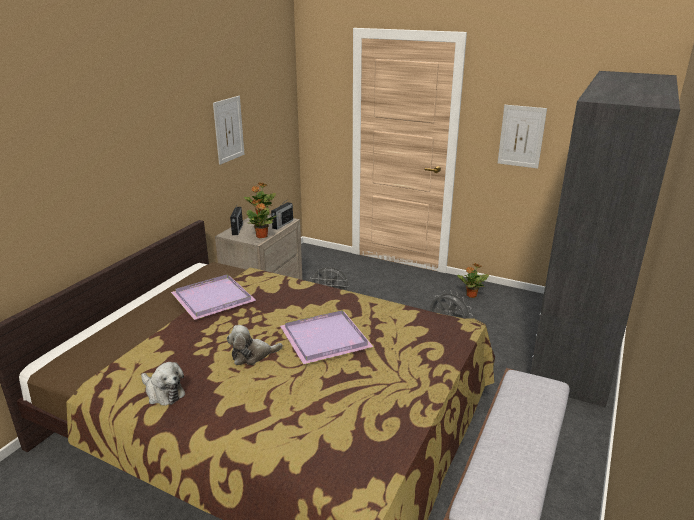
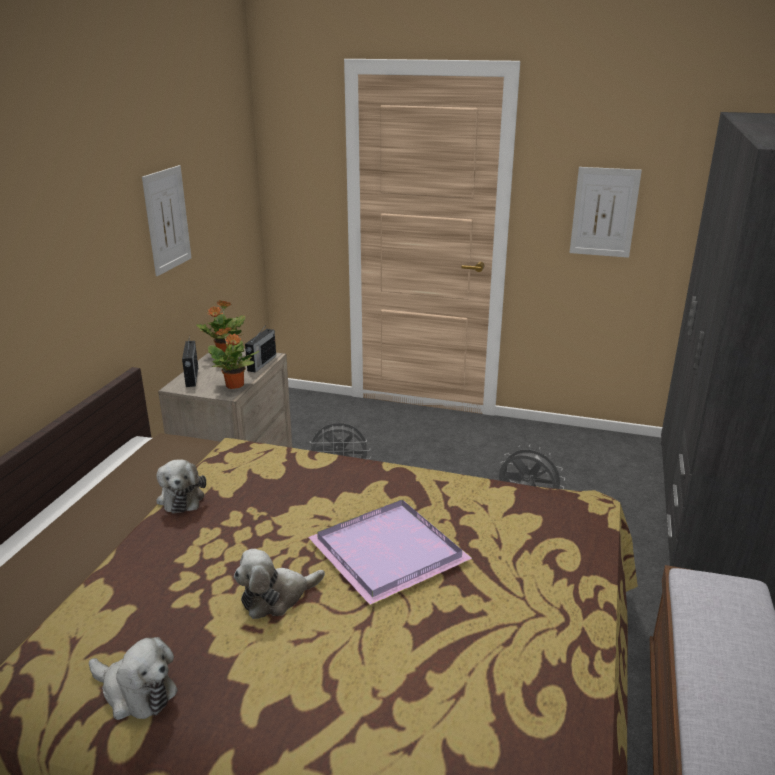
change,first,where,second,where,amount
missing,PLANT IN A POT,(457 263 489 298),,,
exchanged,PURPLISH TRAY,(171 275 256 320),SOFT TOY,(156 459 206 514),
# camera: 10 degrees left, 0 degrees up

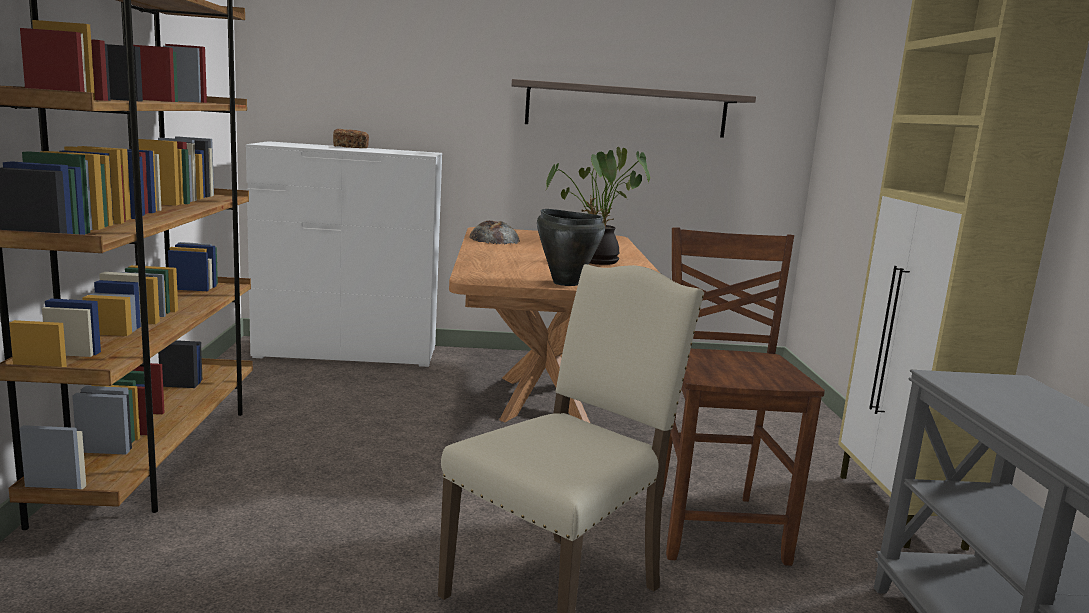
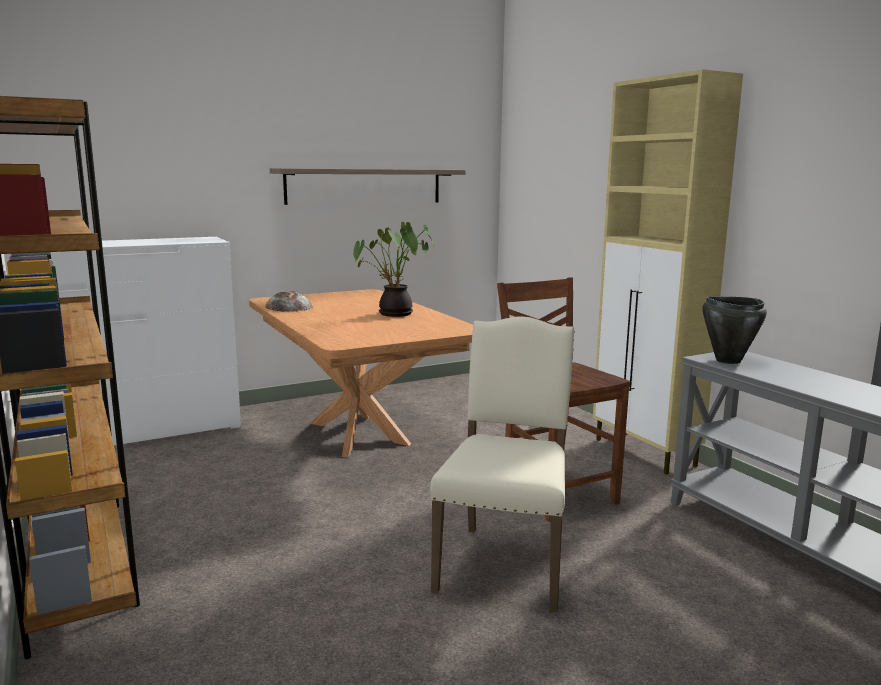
change,first,where,second,where,amount
missing,BAKERY BREAD,(333 129 369 148),,,
relocated,BLACKISH STOCKPOT,(537 209 605 286),,(702 296 767 364),
# camera: 25 degrees left, 0 degrees up

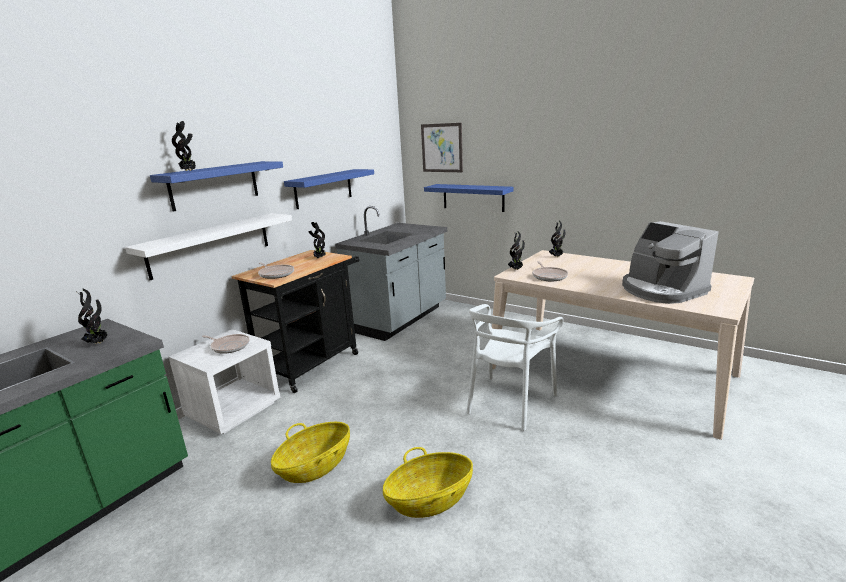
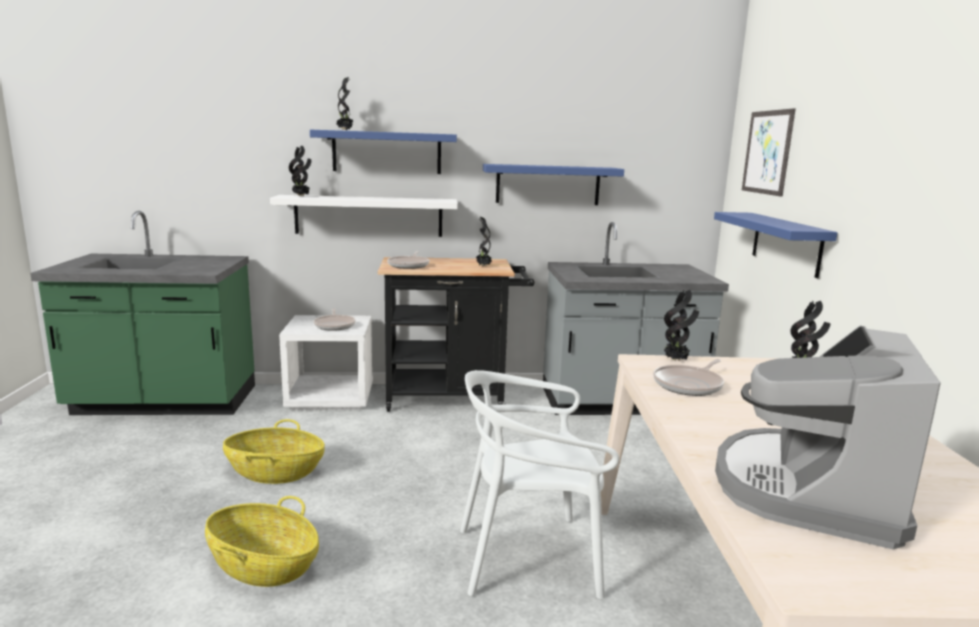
change,first,where,second,where,amount
relocated,PLANT IN A POT,(76 288 107 344),,(289 146 311 196),
# camera: 50 degrees right, 5 degrees down

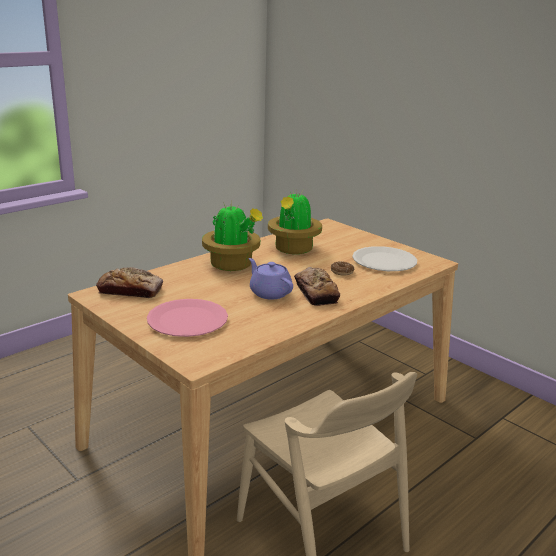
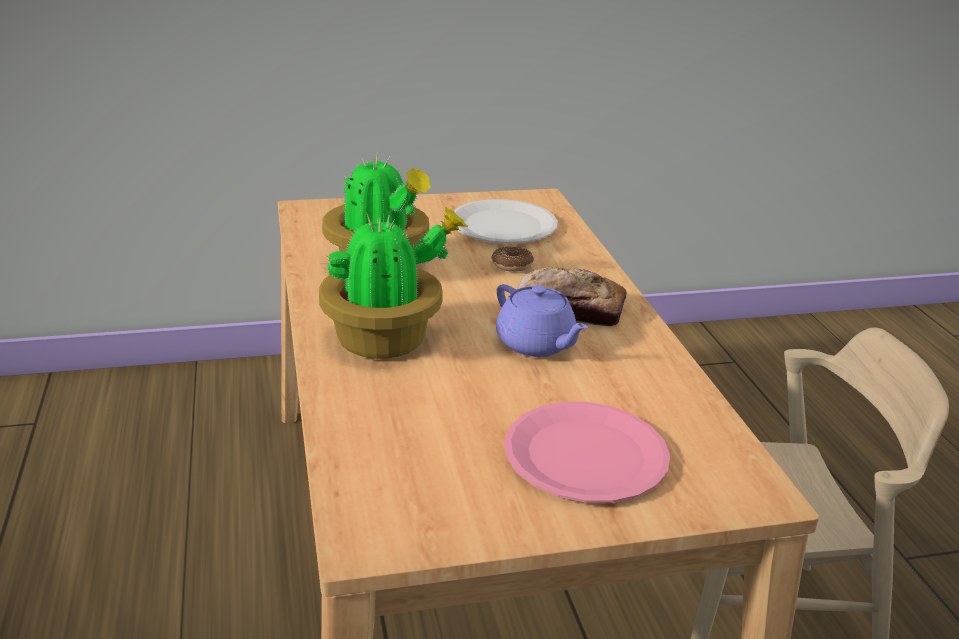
change,first,where,second,where,amount
missing,BAKERY BREAD,(96 267 163 298),,,
spun,PURPLISH TEA POT,(249 258 293 300),,(496 284 588 357),120 degrees counterclockwise
# camera: 60 degrees left, 5 degrees up

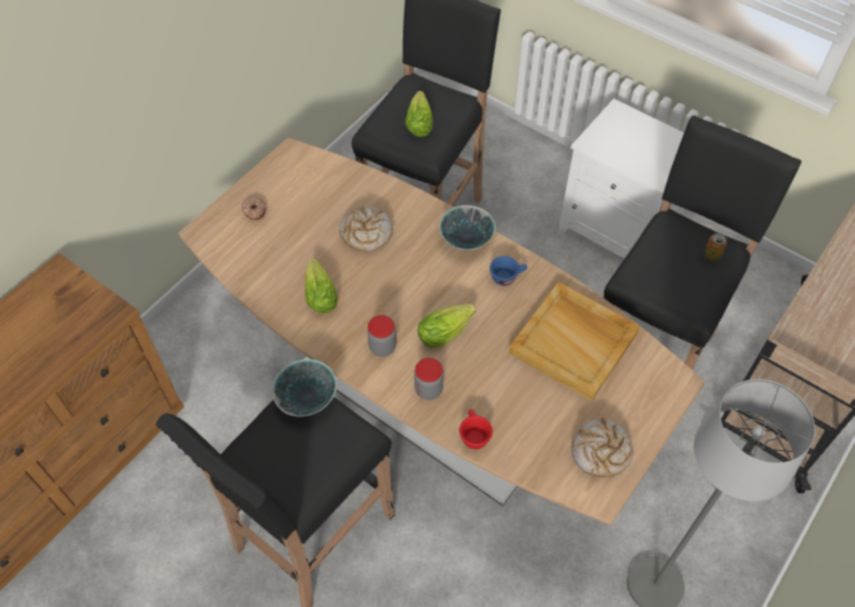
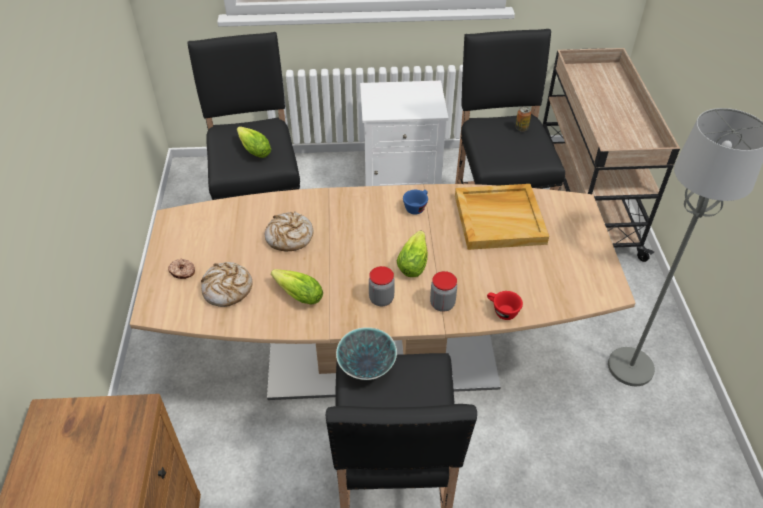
change,first,where,second,where,amount
missing,BOWL,(439 205 496 250),,,
relocated,BAKERY BREAD,(571 418 633 477),,(201 262 253 307),
# camera: 40 degrees left, 10 degrees down

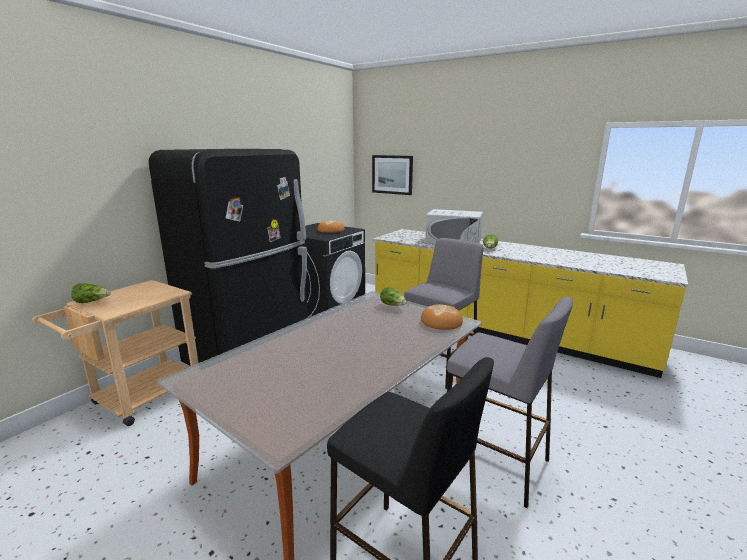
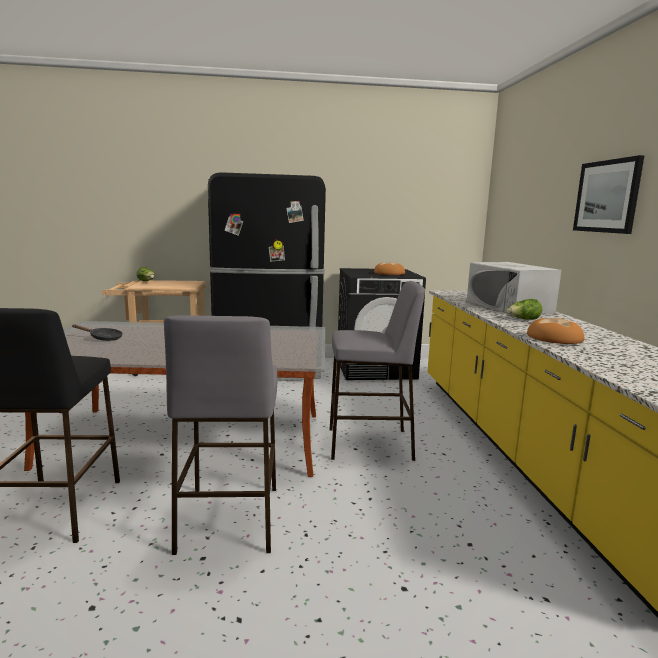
change,first,where,second,where,amount
missing,HEAD OF LETTUCE,(380 287 407 306),,,
appeared,,,BLACKISH SKILLET,(72 325 123 341),
relocated,PICTURE,(372 155 413 195),,(573 155 644 234),
relocated,BAKERY BREAD,(421 304 463 330),,(527 318 584 344),
# camera: 50 degrees right, 5 degrees down

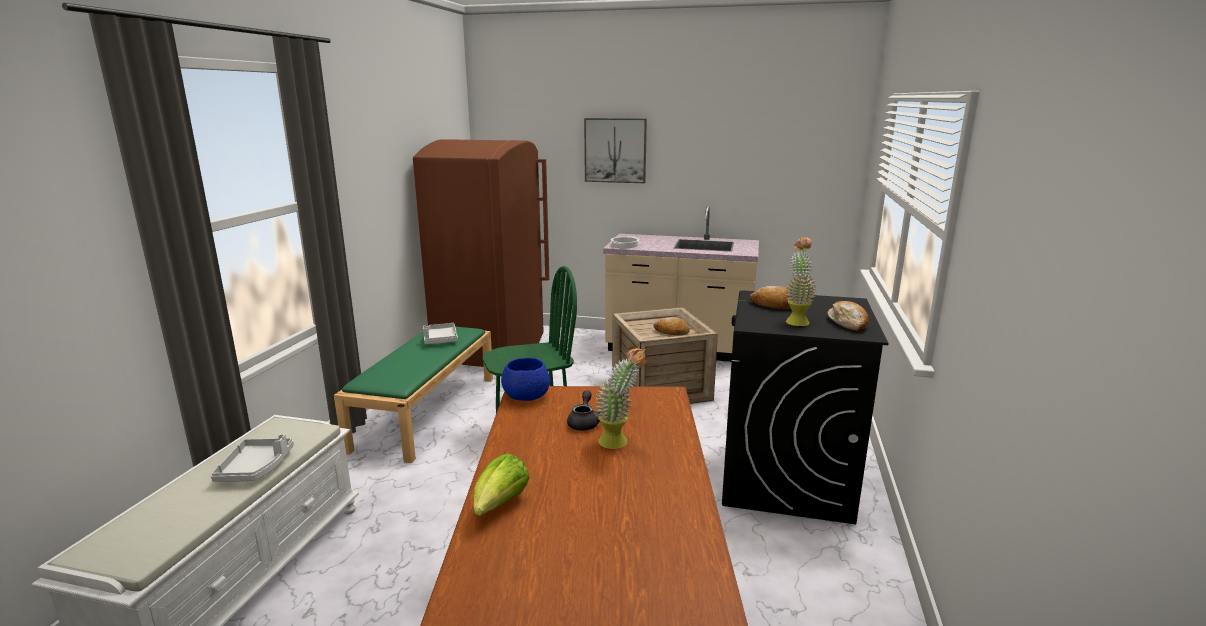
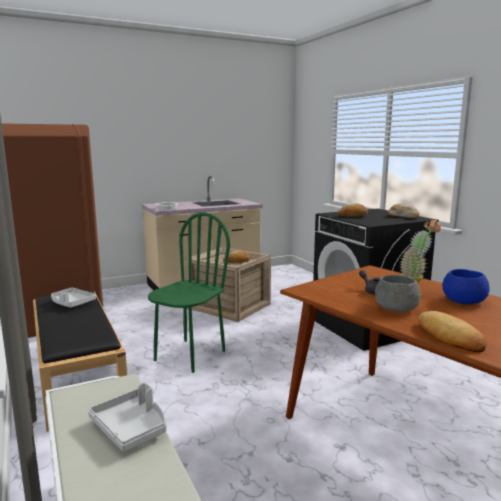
change,first,where,second,where,amount
missing,PICTURE,(584 118 647 183),,,
missing,PLANT IN A POT,(785 237 817 326),,,
appeared,,,GREYISH BOWL,(375 275 421 312),
relocated,BLUISH BOWL,(501 358 550 401),,(442 269 490 304),
exchanged,HEAD OF LETTUCE,(473 453 530 516),BAKERY BREAD,(418 311 487 352),
colour,GREENISH INDOOR BENCH,(334 327 493 463),BLACKISH INDOOR BENCH,(33 290 127 432),
# camera: 40 degrees left, 5 degrees down

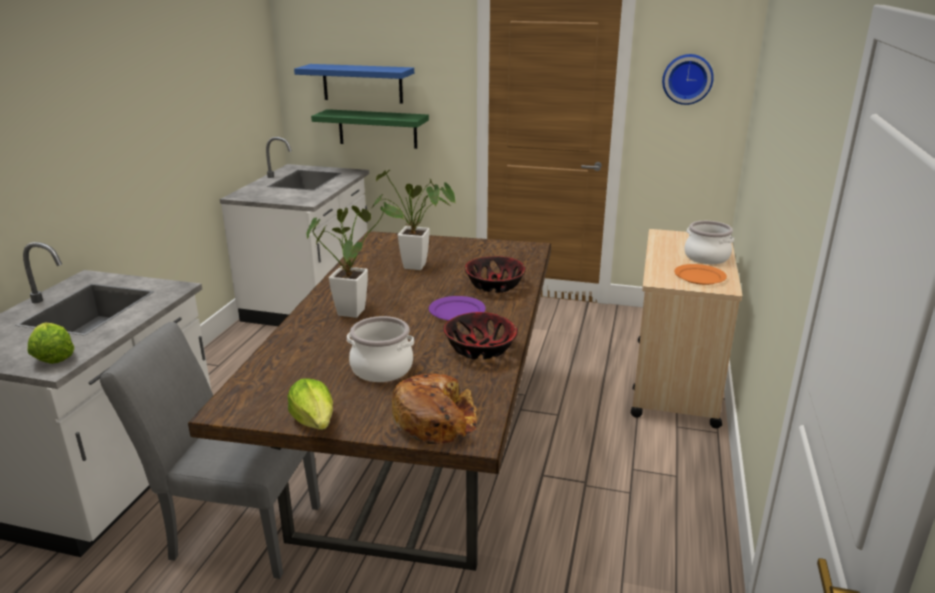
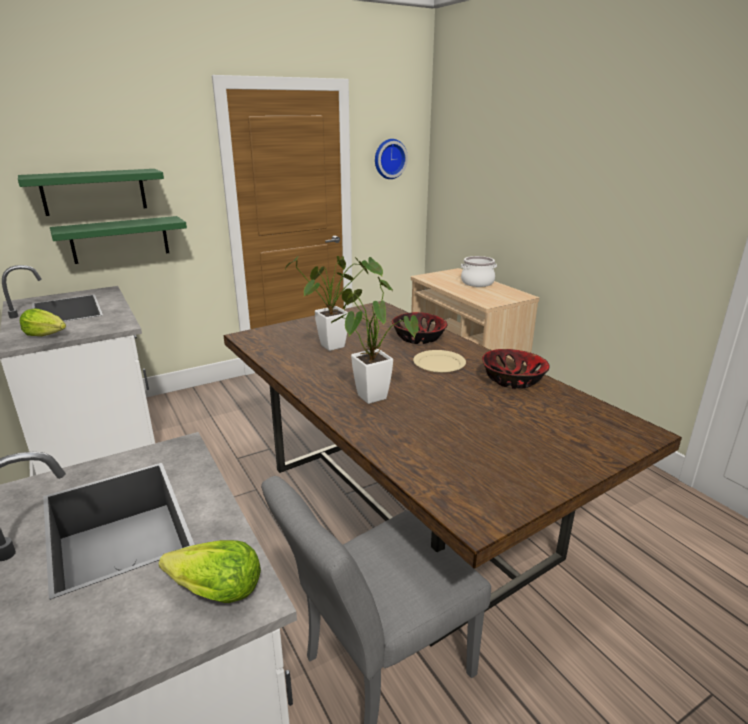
change,first,where,second,where,amount
missing,STOCKPOT,(347 316 414 382),,,
missing,BAKERY BREAD,(392 374 477 444),,,
missing,ORANGEY FLAT DISH,(674 264 727 285),,,
relocated,HEAD OF LETTUCE,(288 378 333 430),,(20 308 66 336),
colour,BLUISH SHELF,(294 64 414 104),GREENISH SHELF,(18 169 164 216),
colour,PURPLISH FLAT DISH,(429 296 486 321),BEIGE FLAT DISH,(413 350 466 373),
# camera: 45 degrees left, 0 degrees up

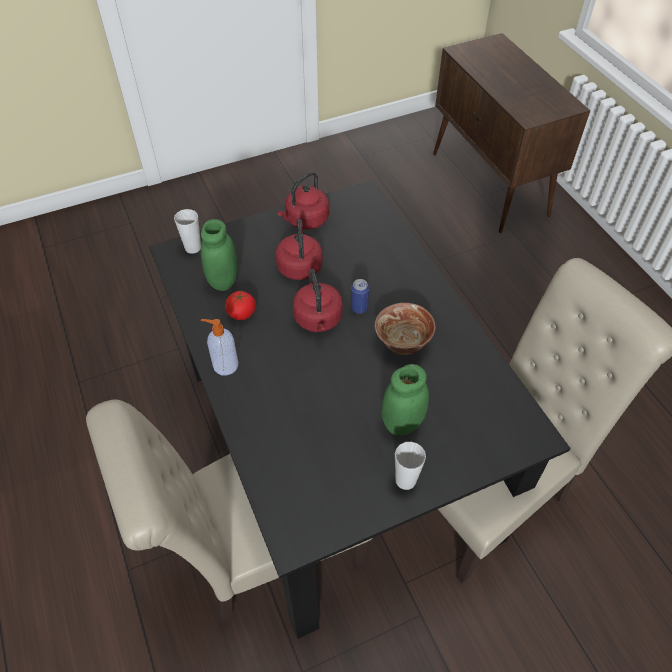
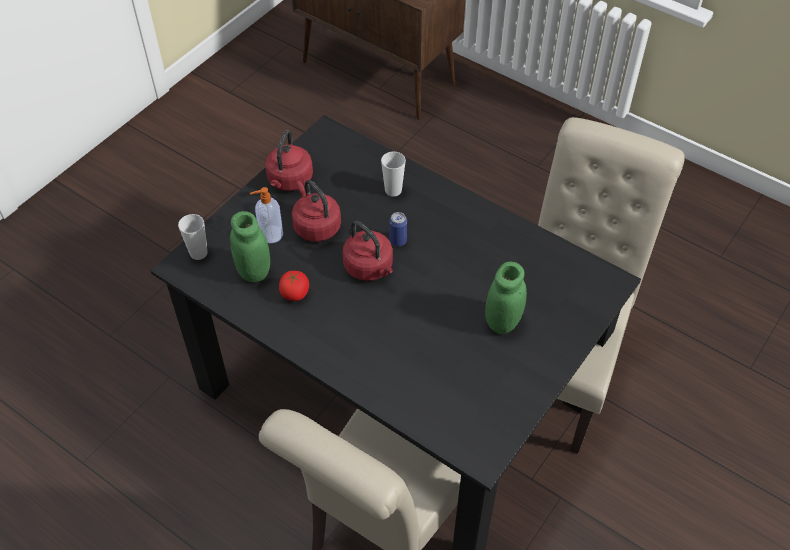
change,first,where,second,where,amount
missing,BOWL,(375 303 436 355),,,
relocated,SOAP DISPENSER,(201 319 238 376),,(250 187 283 243),
relocated,DRINKING CUP,(395 442 426 490),,(381 151 406 197),
# camera: 30 degrees left, 0 degrees up

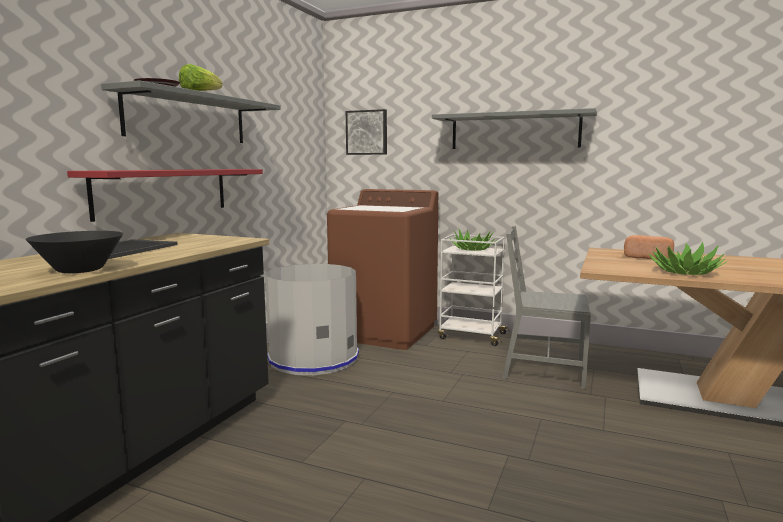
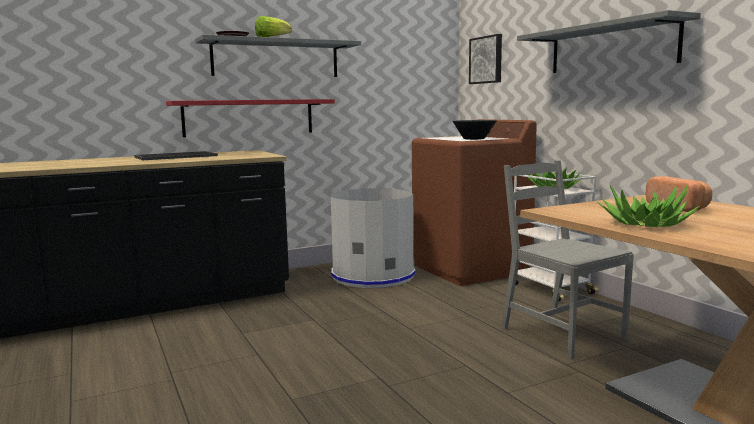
change,first,where,second,where,amount
relocated,BLACKISH BOWL,(26 231 123 273),,(453 120 497 140),
# camera: 40 degrees right, 0 degrees up

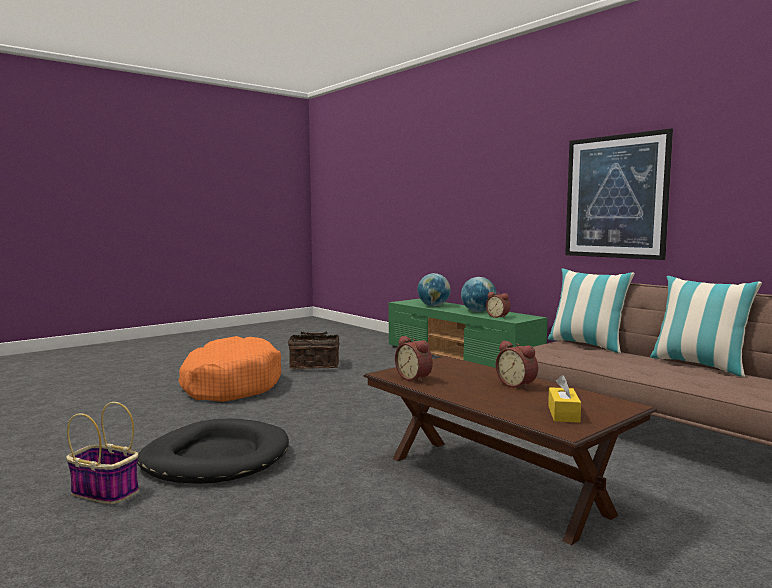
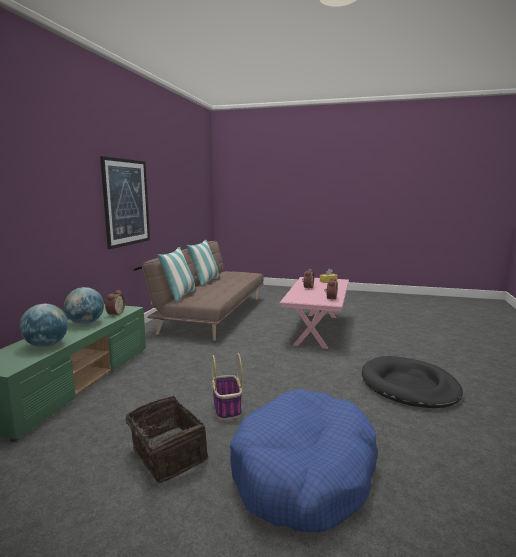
change,first,where,second,where,amount
relocated,STORAGE BASKET,(66 402 139 504),,(212 353 242 420),
colour,ORANGEY DOG BED,(178 336 281 402),BLUISH DOG BED,(230 389 378 533),
colour,BROWNISH LOW TABLE,(364 356 657 545),PINK-COLOURED LOW TABLE,(279 277 349 349),
# camera: 125 degrees left, 5 degrees up

